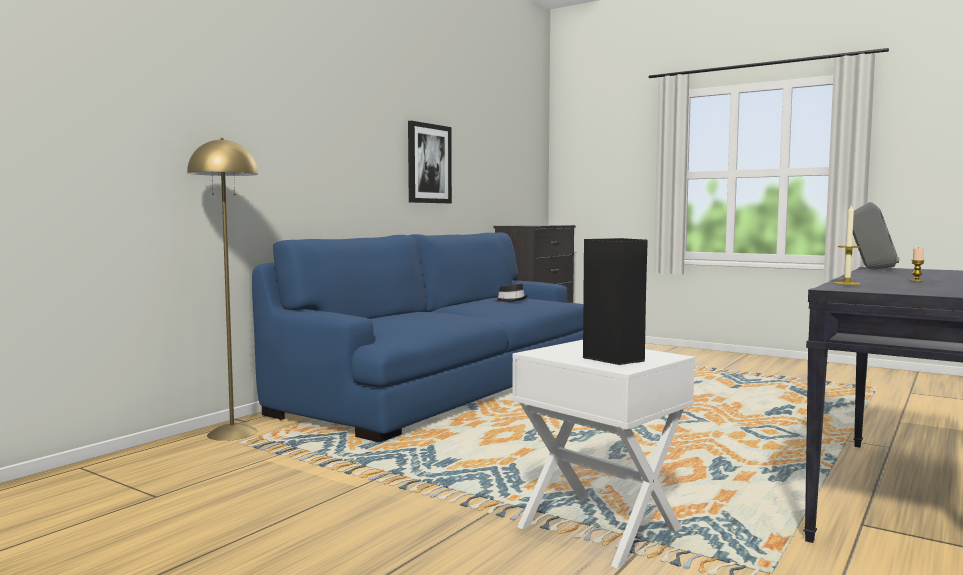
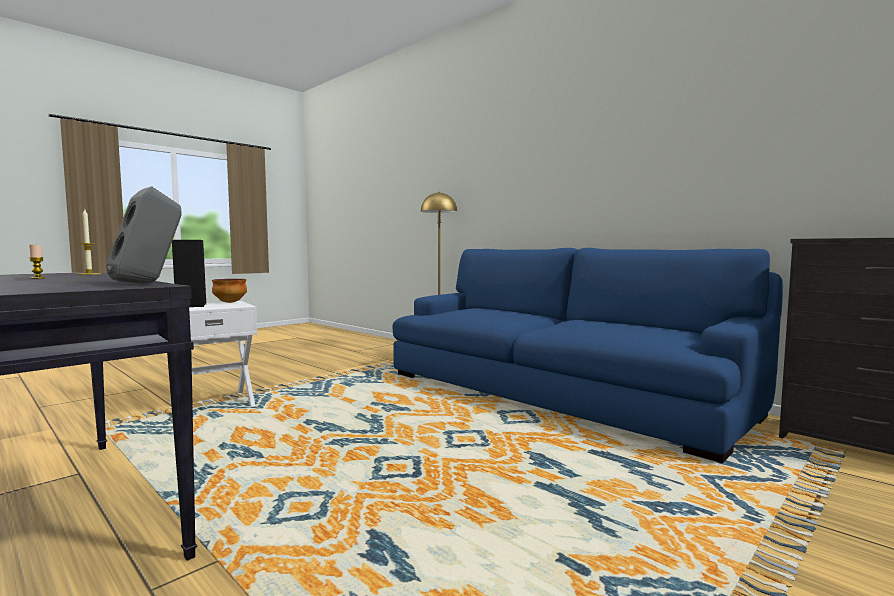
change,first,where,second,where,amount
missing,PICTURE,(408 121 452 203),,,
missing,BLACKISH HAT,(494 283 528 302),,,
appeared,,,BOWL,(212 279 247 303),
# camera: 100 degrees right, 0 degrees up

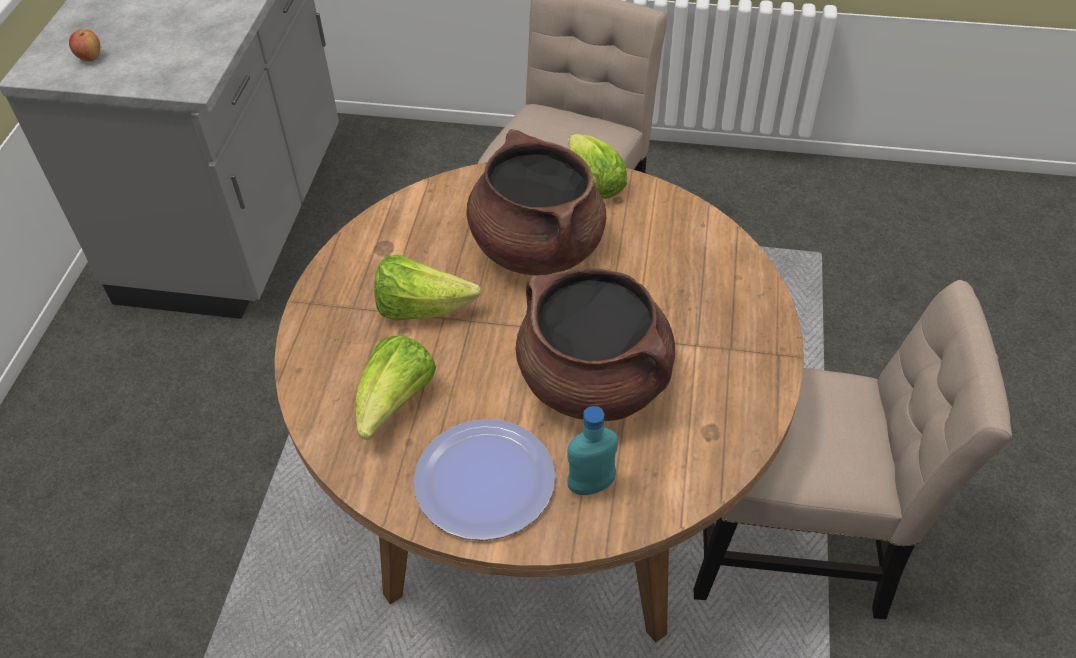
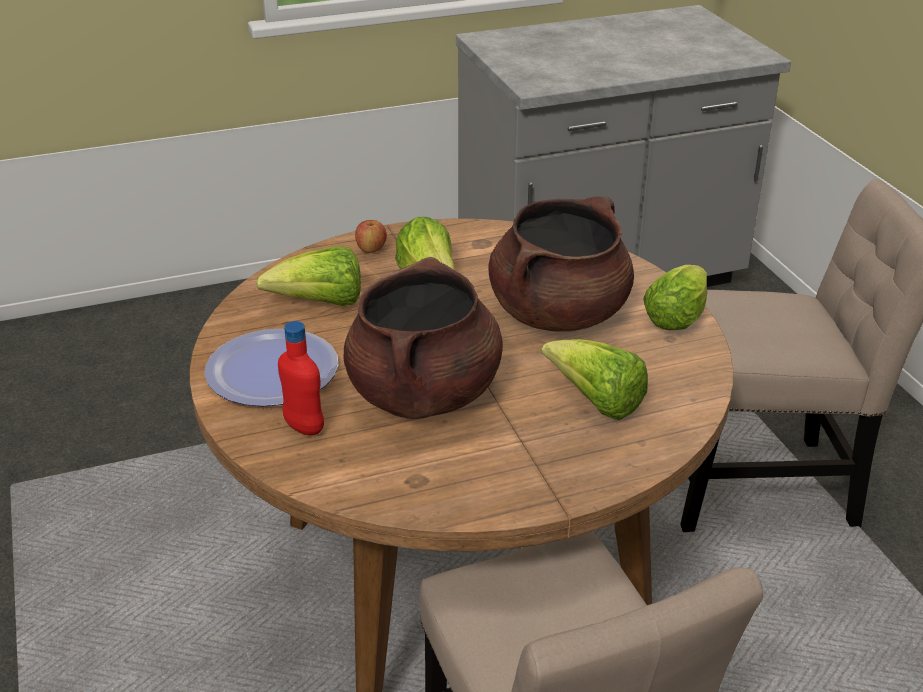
change,first,where,second,where,amount
appeared,,,HEAD OF LETTUCE,(541 339 648 420),
relocated,APPLE,(69 29 100 61),,(355 220 387 253),
colour,BLUE-GREEN BOTTLE,(567 406 618 495),RED-COLOURED BOTTLE,(278 321 324 436),
# camera: 60 degrees right, 15 degrees down

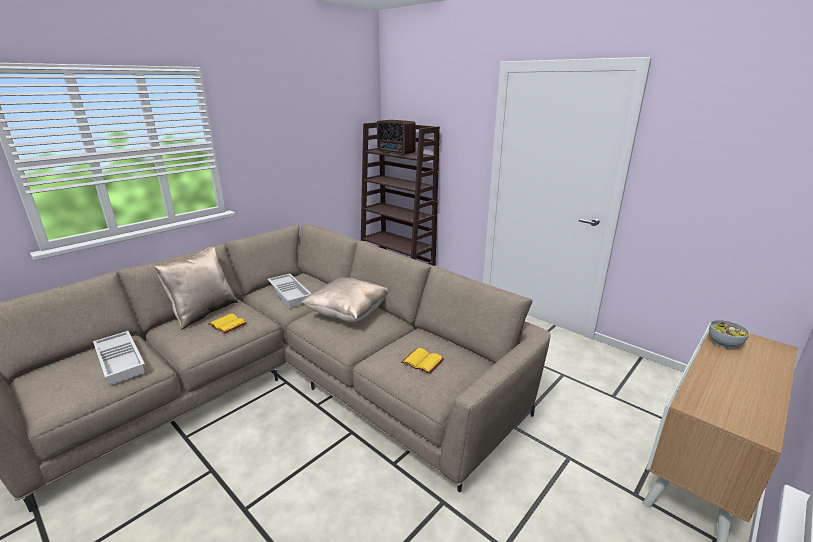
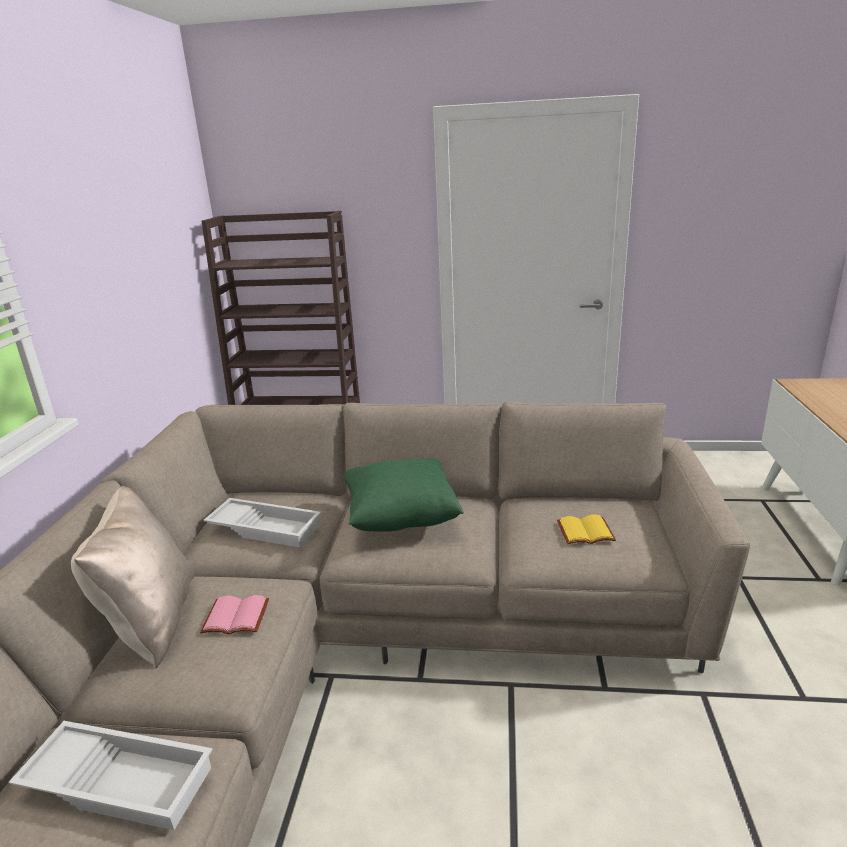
change,first,where,second,where,amount
missing,RADIO SET,(377 120 416 155),,,
missing,BOWL,(709 320 750 349),,,
colour,YELLOW BOUND BOOK,(208 313 247 334),PINK-COLOURED BOUND BOOK,(200 595 269 634),
colour,BEIGE THROW PILLOW,(301 277 388 322),GREENISH THROW PILLOW,(344 458 464 532),
# camera: 35 degrees left, 0 degrees up

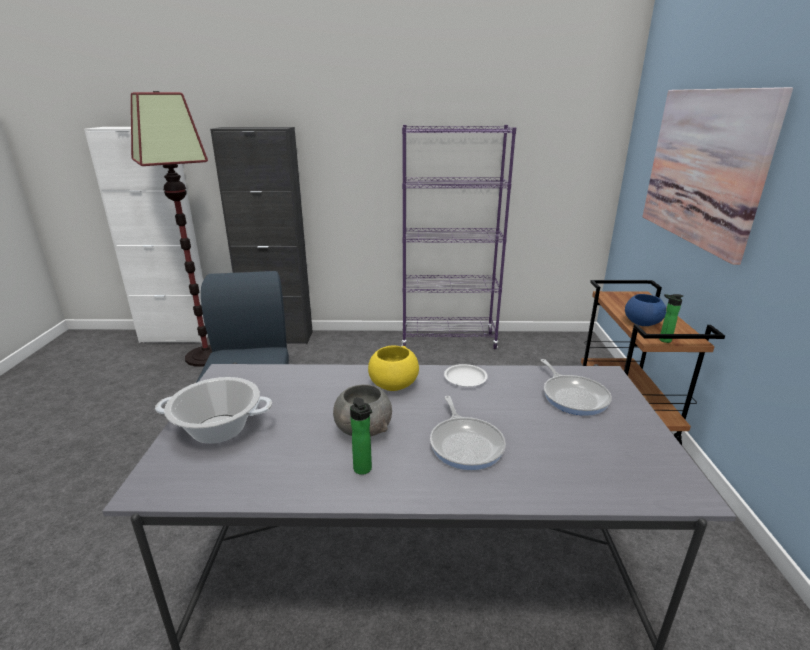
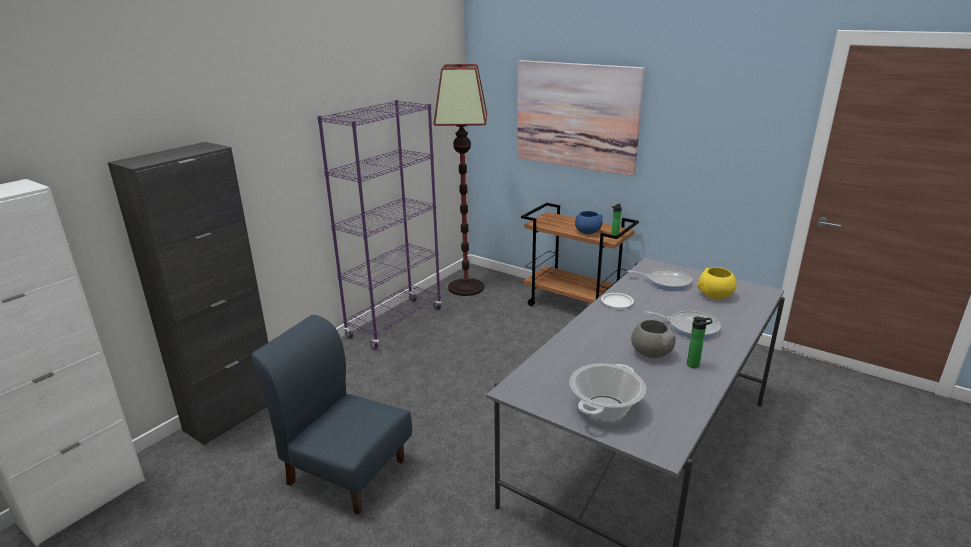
change,first,where,second,where,amount
relocated,STANDARD LAMP,(131 91 212 366),,(433 64 487 296),
relocated,YELLOW BOWL,(368 346 419 391),,(697 267 737 299),
# camera: 55 degrees left, 0 degrees up

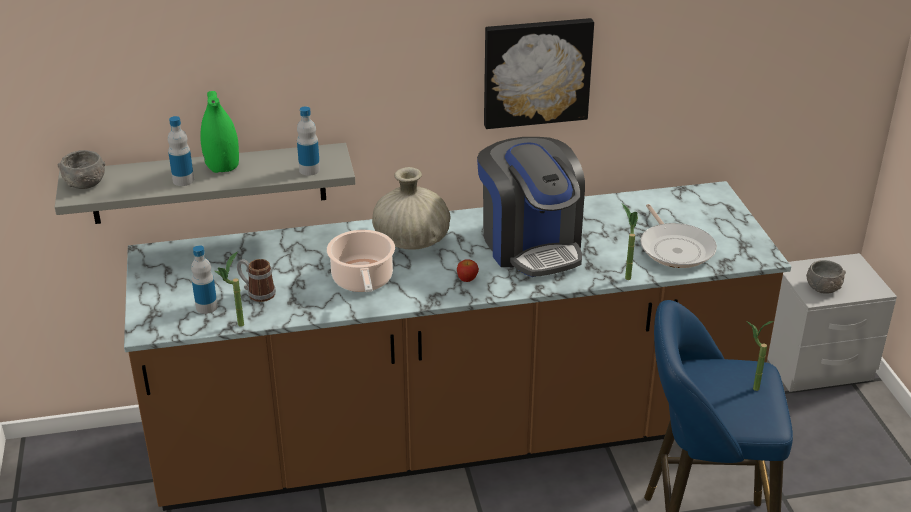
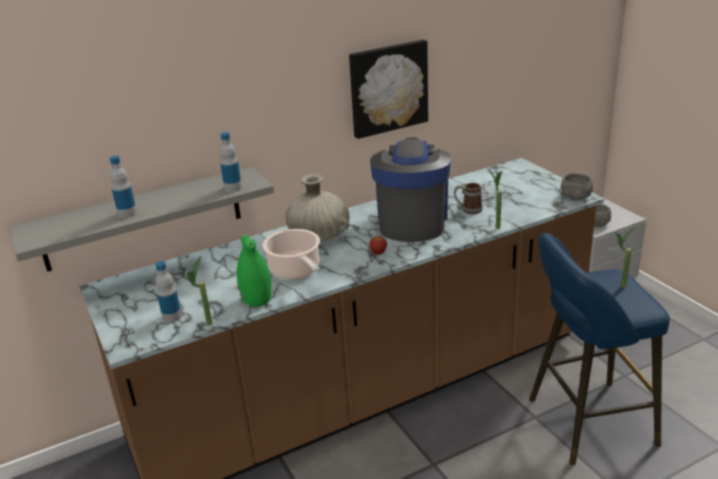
change,first,where,second,where,amount
missing,SKILLET,(640 204 717 268),,,
relocated,GREYISH BOWL,(58 150 105 189),,(561 173 593 200),
relocated,GREENISH FLOWER VASE,(200 91 239 173),,(237 235 271 307),
relocated,COFFEE MUG,(237 259 276 302),,(454 183 483 214),
spun,COFFEE MACHINE,(477 137 585 277),,(370 137 451 242),135 degrees counterclockwise
# camera: 15 degrees left, 5 degrees down

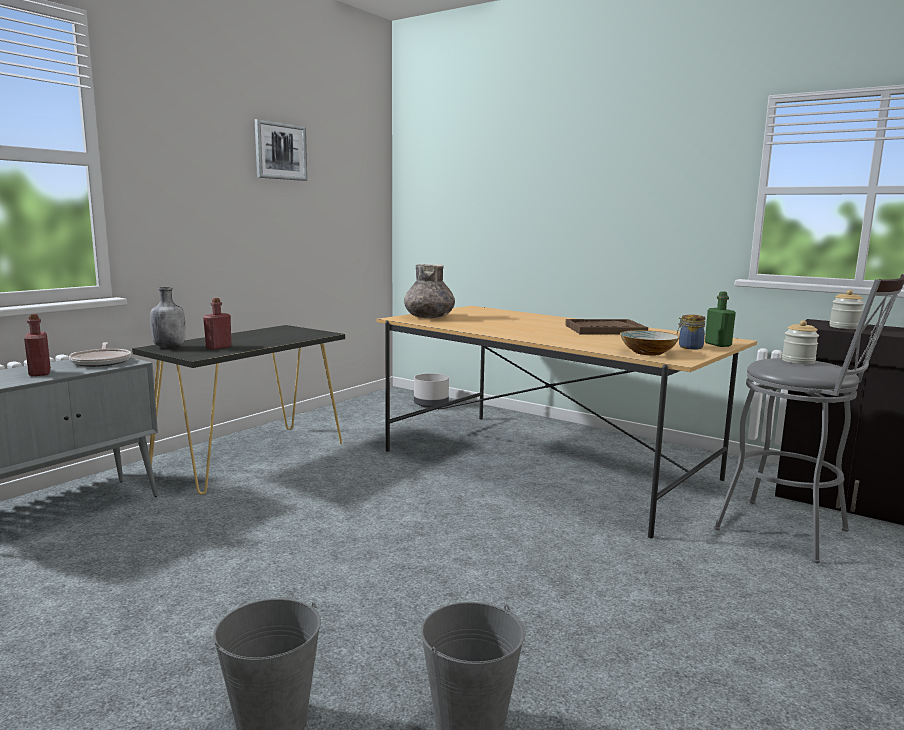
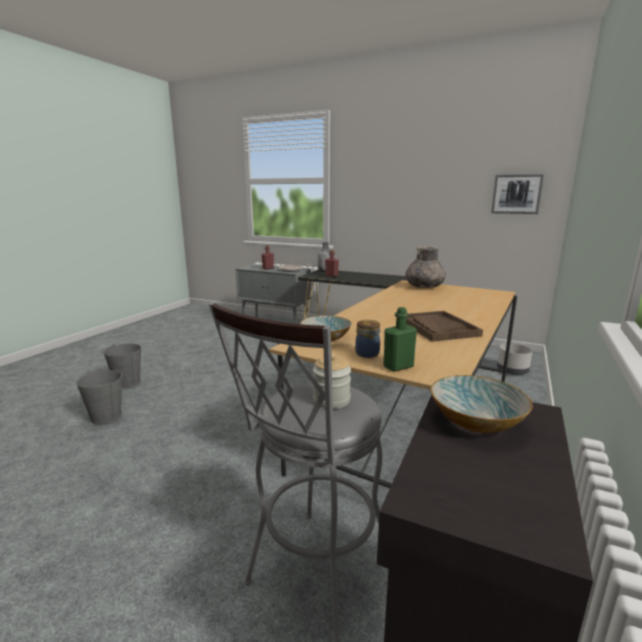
change,first,where,second,where,amount
relocated,PICTURE,(255 119 307 181),,(491 174 544 214),
exchanged,STORAGE JAR,(829 290 864 329),BOWL,(430 375 533 433),
# camera: 80 degrees right, 5 degrees up

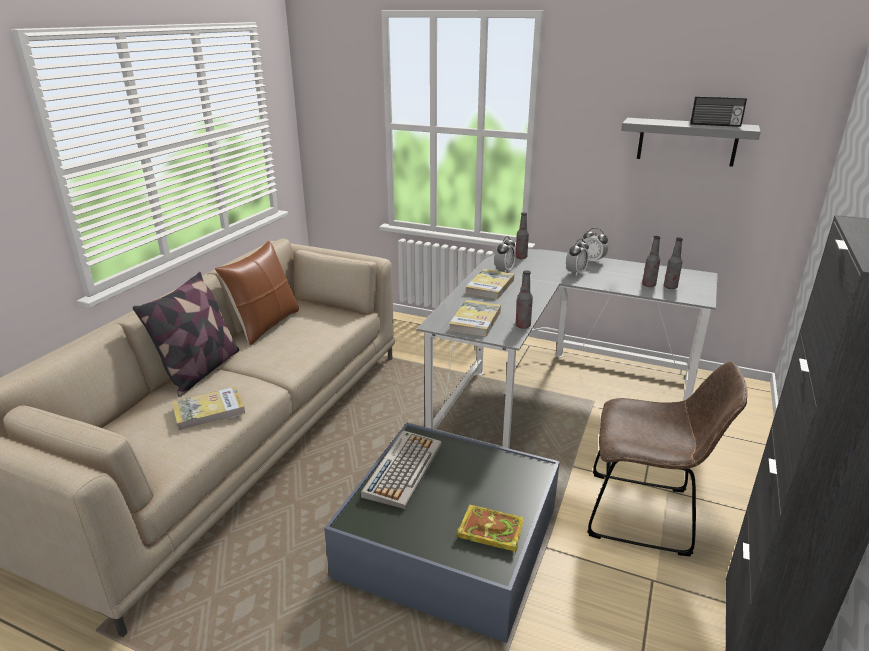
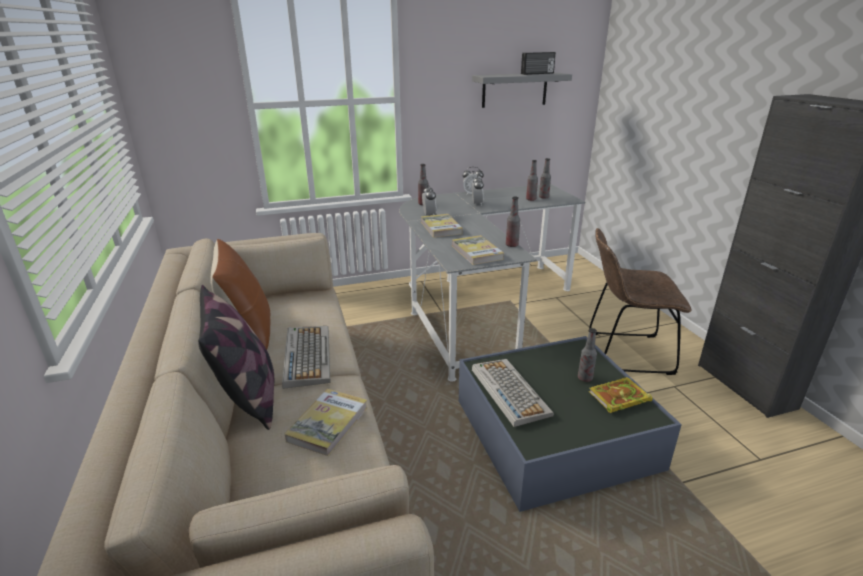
change,first,where,second,where,amount
appeared,,,COMPUTER KEYBOARD,(282 326 331 389),
appeared,,,BOTTLE,(578 328 597 382),
spun,BROWNISH CHAIR,(587 362 747 556),,(589 228 692 375),150 degrees counterclockwise
# camera: 40 degrees left, 0 degrees up

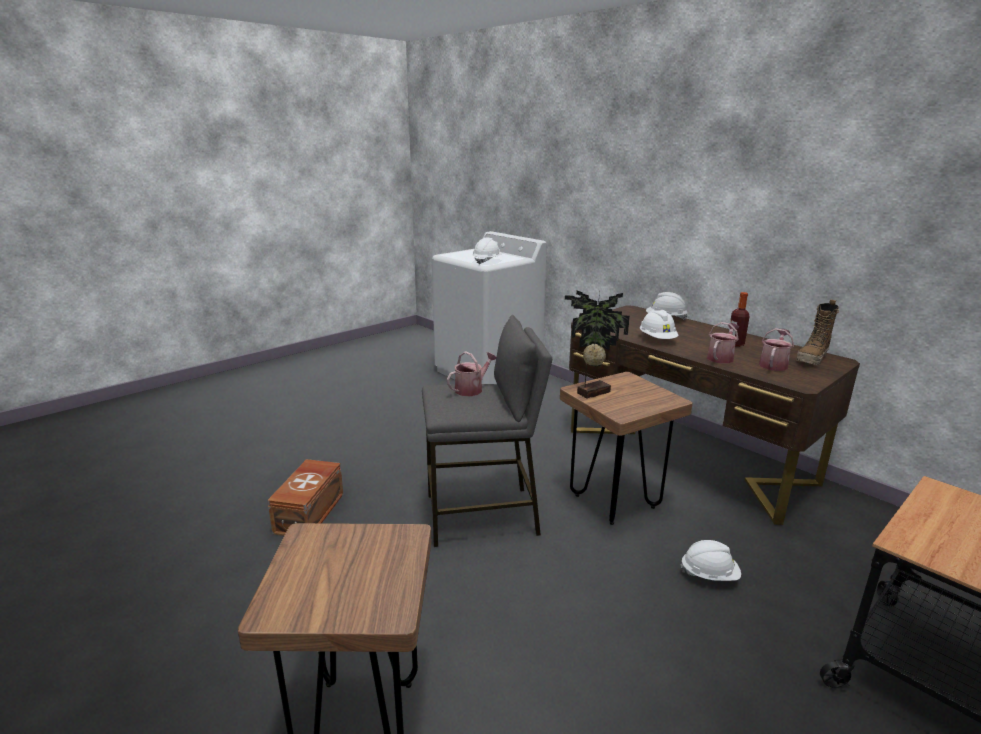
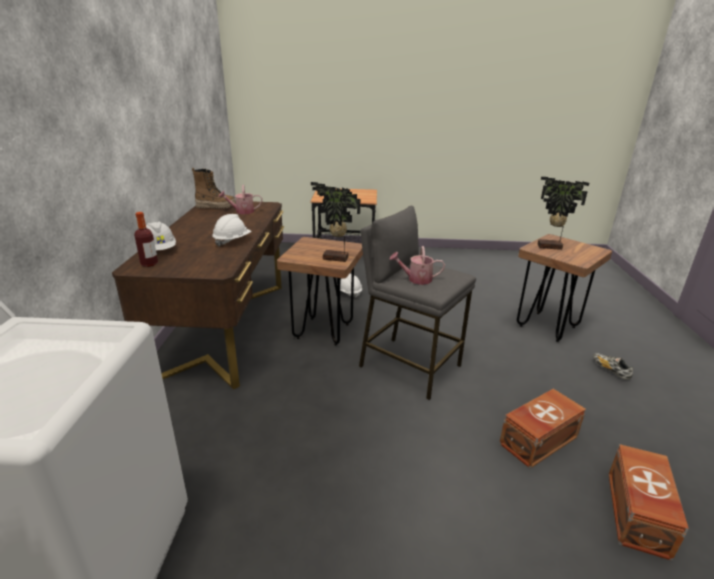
change,first,where,second,where,amount
missing,WHITISH WORK HELMET,(473 238 503 265),,,
missing,SPRINKLING CAN,(707 322 739 364),,,
appeared,,,PLANT IN A POT,(538 177 589 250),
appeared,,,ITEM OF FOOTWEAR,(593 353 633 380),
appeared,,,BROWNISH STORAGE CONTAINER,(609 444 689 561),
relocated,BOTTLE,(728 292 750 347),,(134 212 158 267),
# camera: 135 degrees left, 5 degrees up

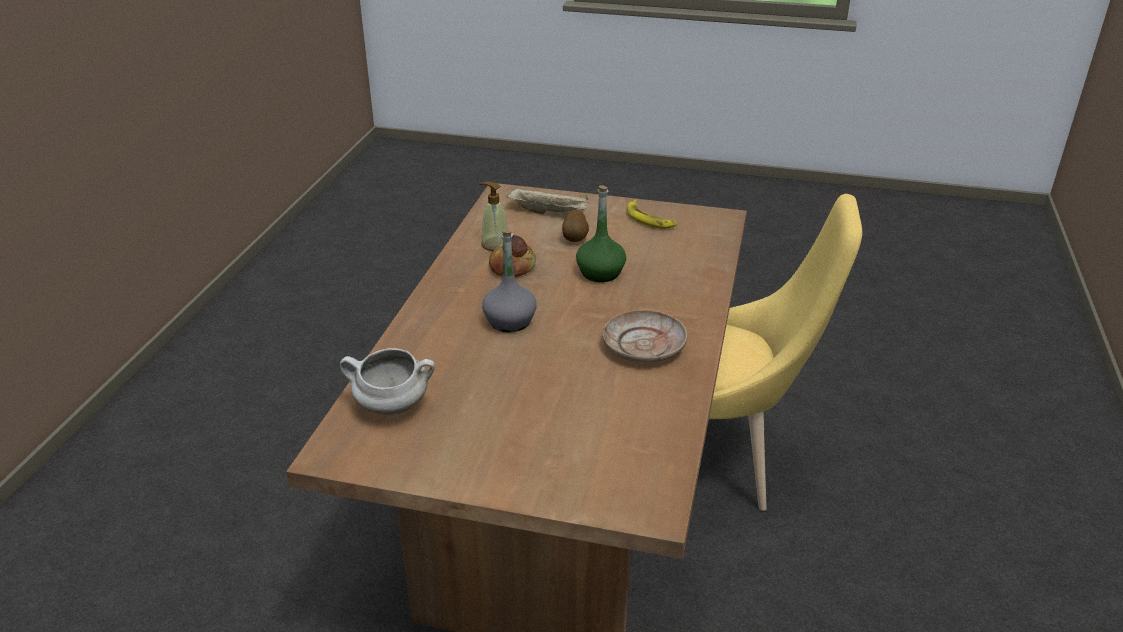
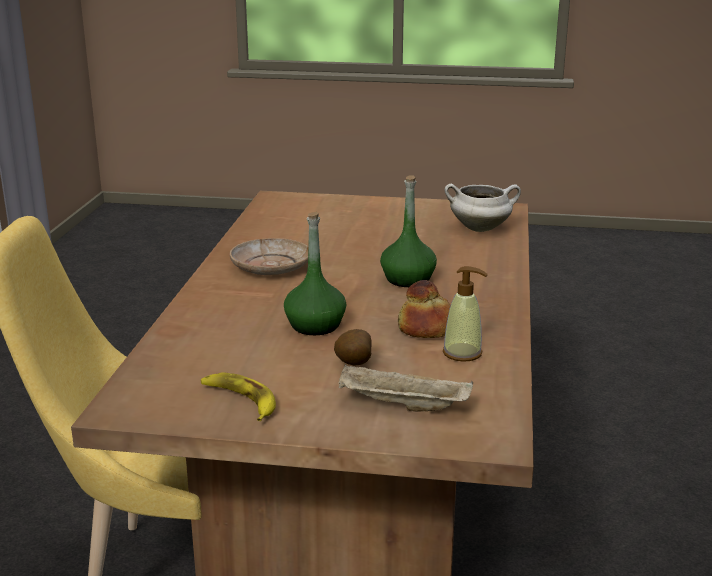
change,first,where,second,where,amount
colour,GREYISH BOTTLE,(482 230 537 332),GREENISH BOTTLE,(380 175 437 287),
# camera: 175 degrees right, 10 degrees down

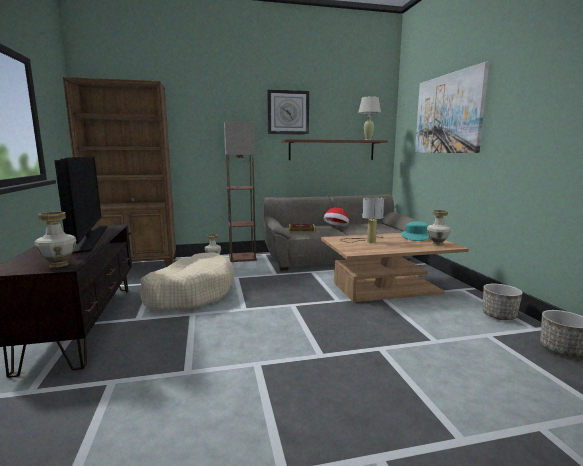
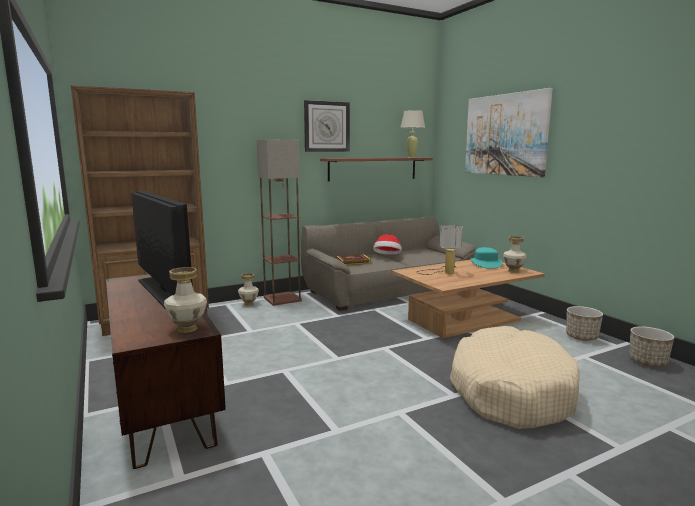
change,first,where,second,where,amount
relocated,BEIGE DOG BED,(140 252 234 311),,(450 326 580 429),
# camera: 15 degrees left, 0 degrees up

